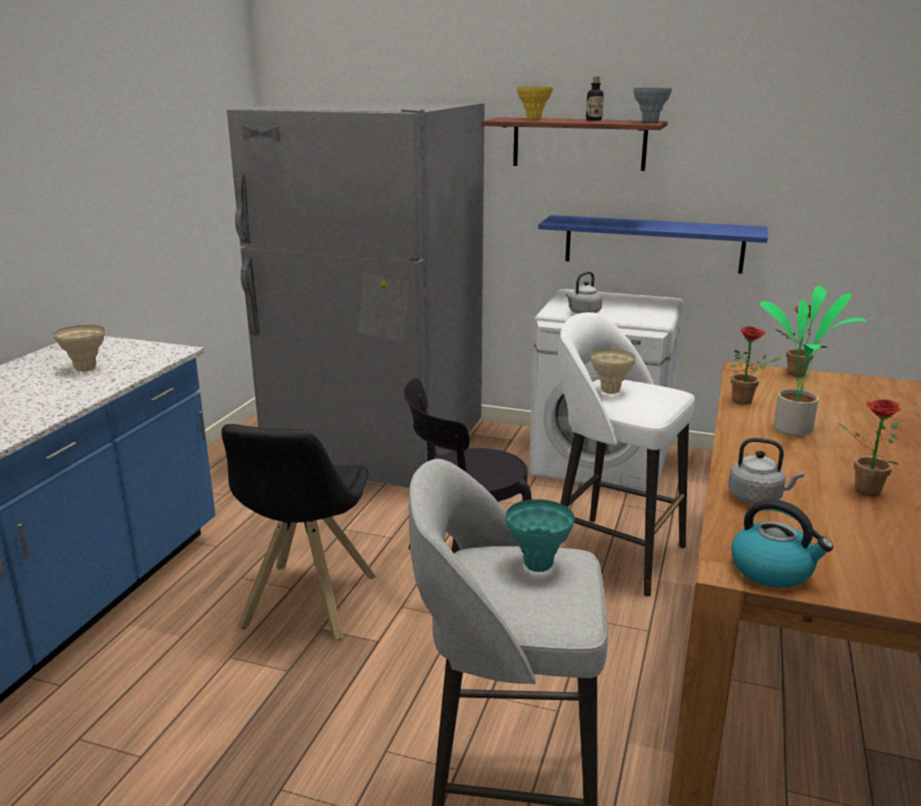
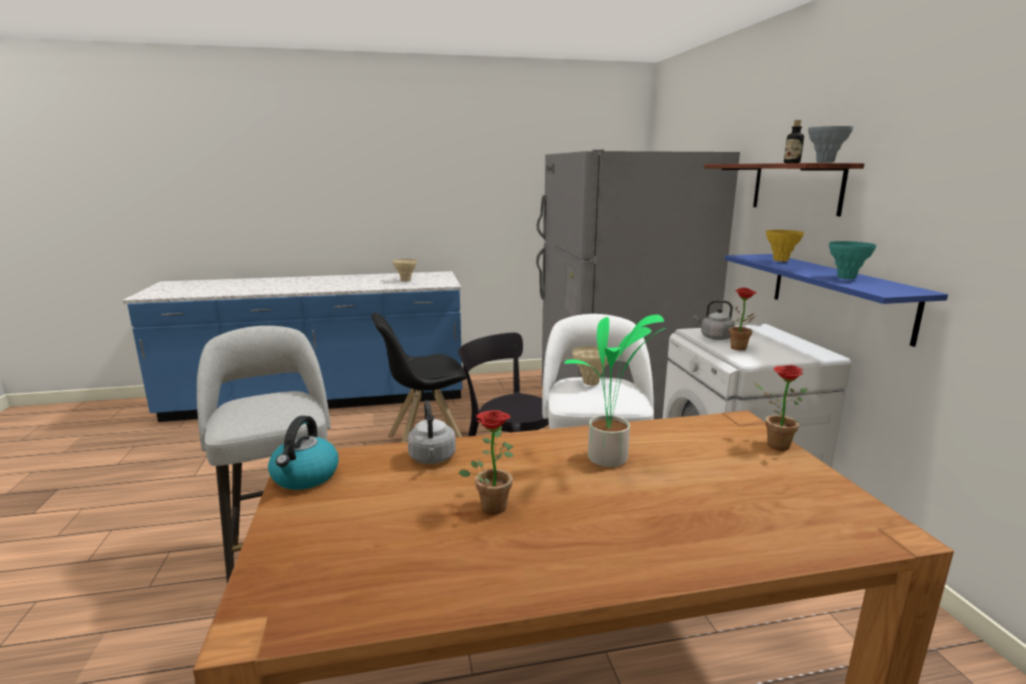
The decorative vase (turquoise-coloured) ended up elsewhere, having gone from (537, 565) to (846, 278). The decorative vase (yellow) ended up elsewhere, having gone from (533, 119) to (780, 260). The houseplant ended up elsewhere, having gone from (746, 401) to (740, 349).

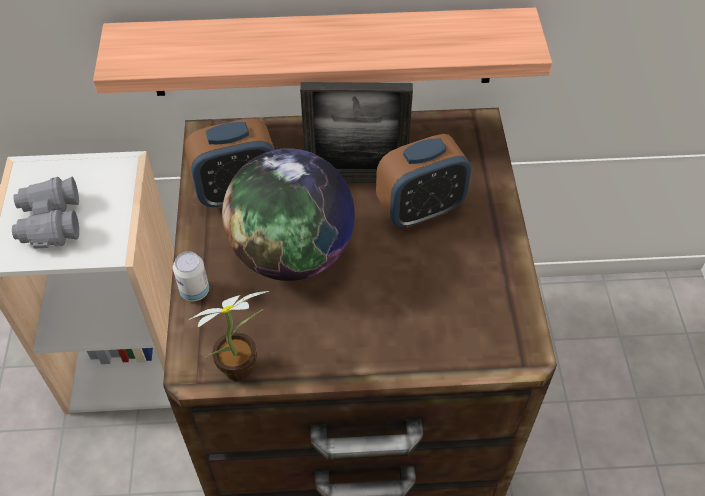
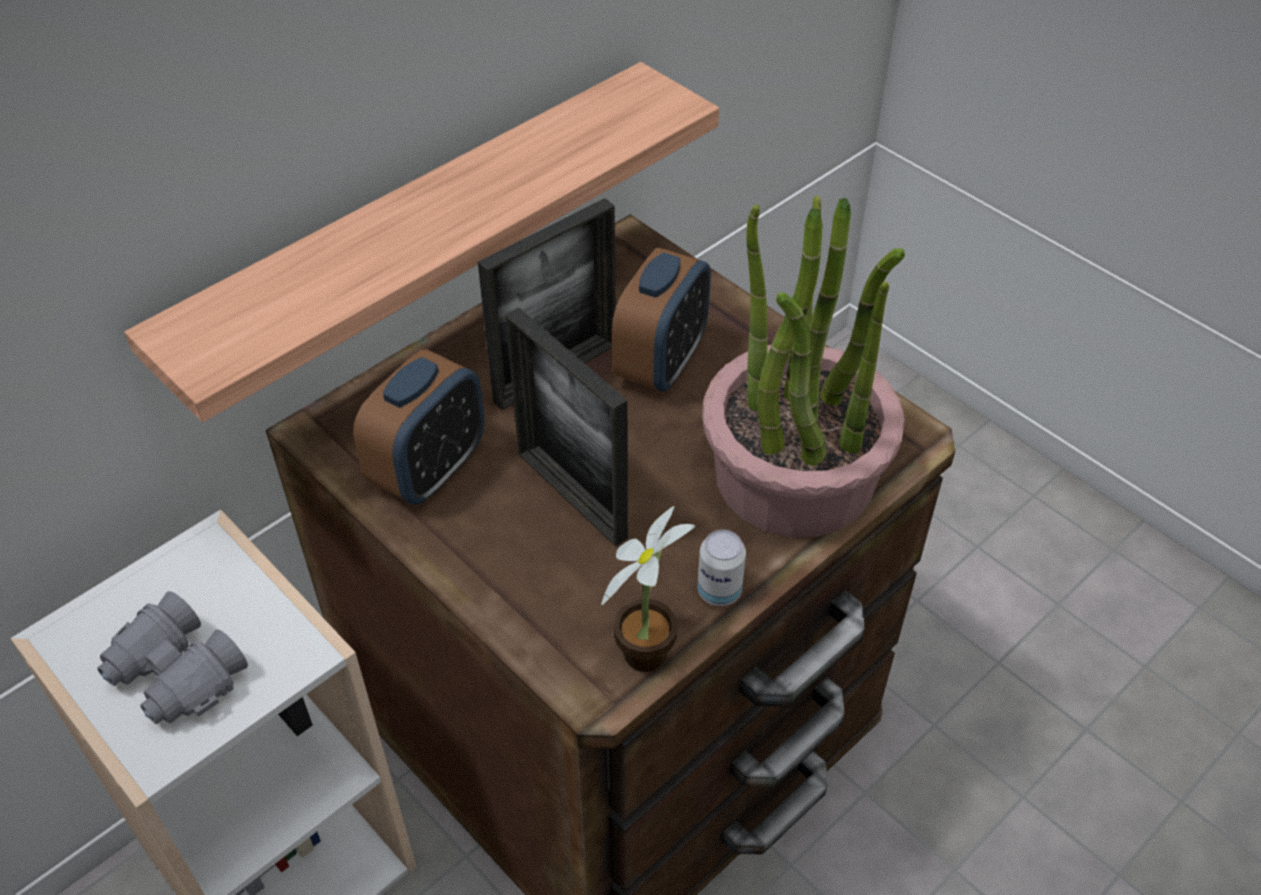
The metal can ended up elsewhere, having gone from (195, 291) to (719, 591). Where the desk globe stood at (292, 254), the picture frame came to stand at (571, 495). The second view gained the houseplant at (793, 476).

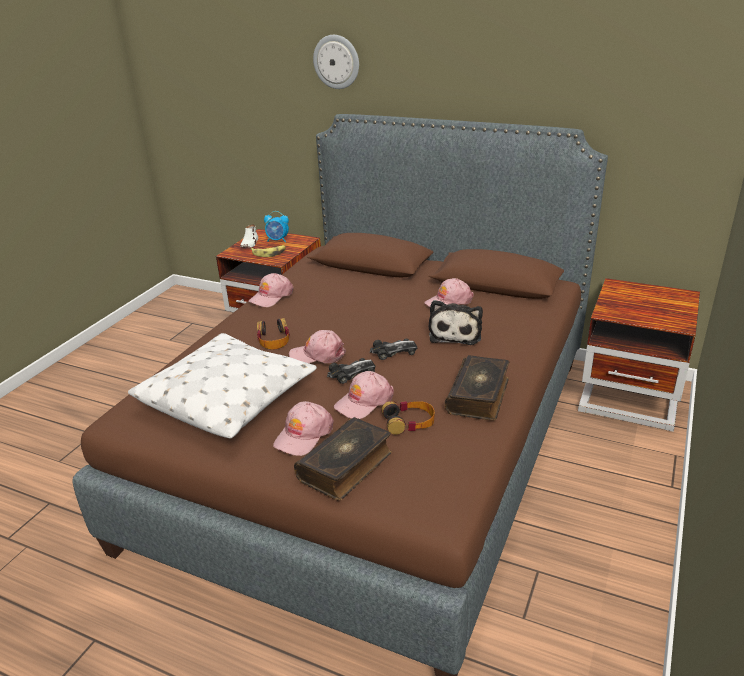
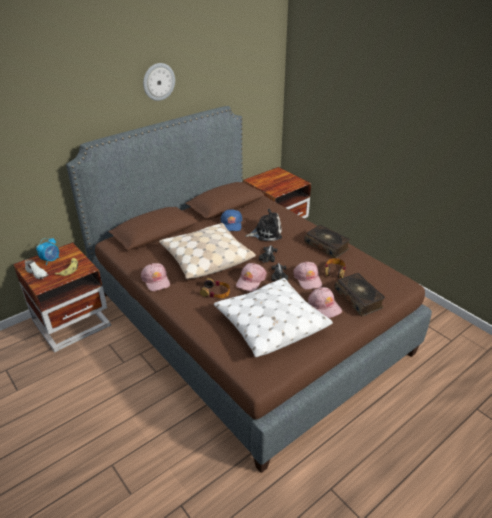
The hanging clock ended up elsewhere, having gone from (336, 62) to (158, 81). What was the cap (pink) at (448, 302) turned into the cap (blue) at (231, 224). The soft toy at (455, 333) ended up facing another way, 45 degrees counterclockwise from before. The second view gained the cushion (beige-coloured) at (206, 258).

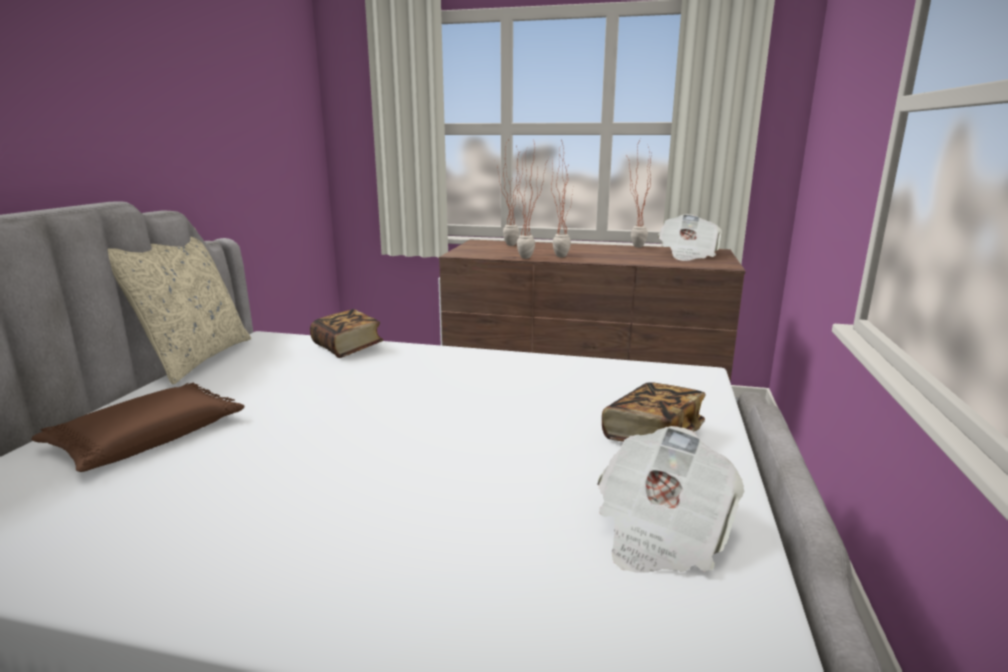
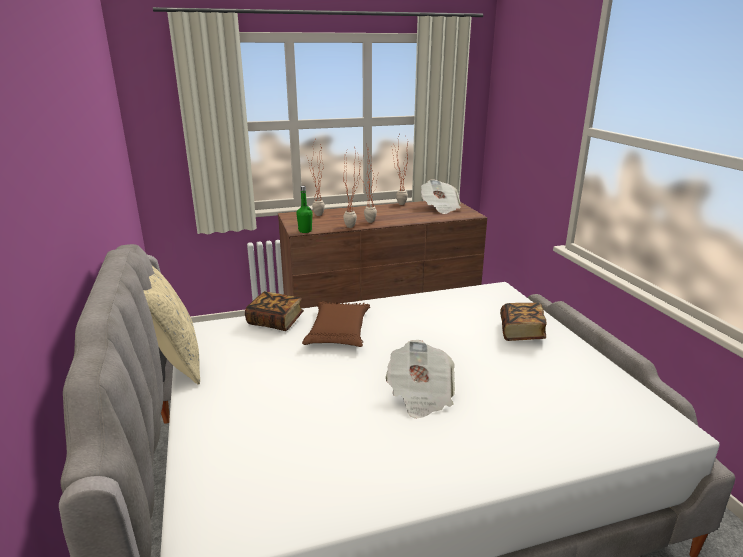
The cushion (brownish) ended up elsewhere, having gone from (147, 434) to (338, 329). The newspaper ended up elsewhere, having gone from (660, 532) to (420, 395). The second view gained the beverage bottle (green-coloured) at (305, 231).

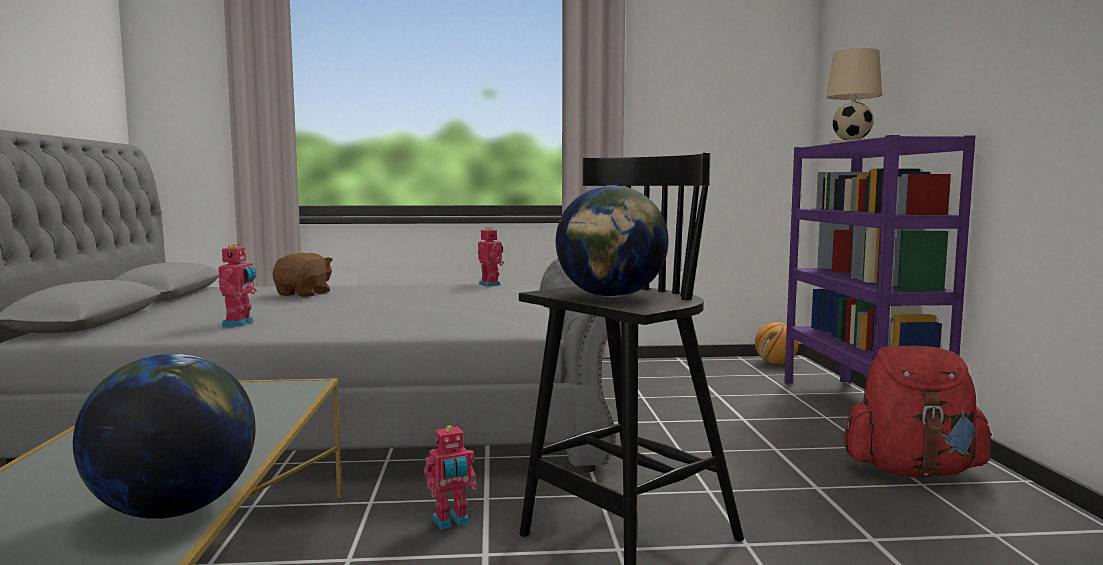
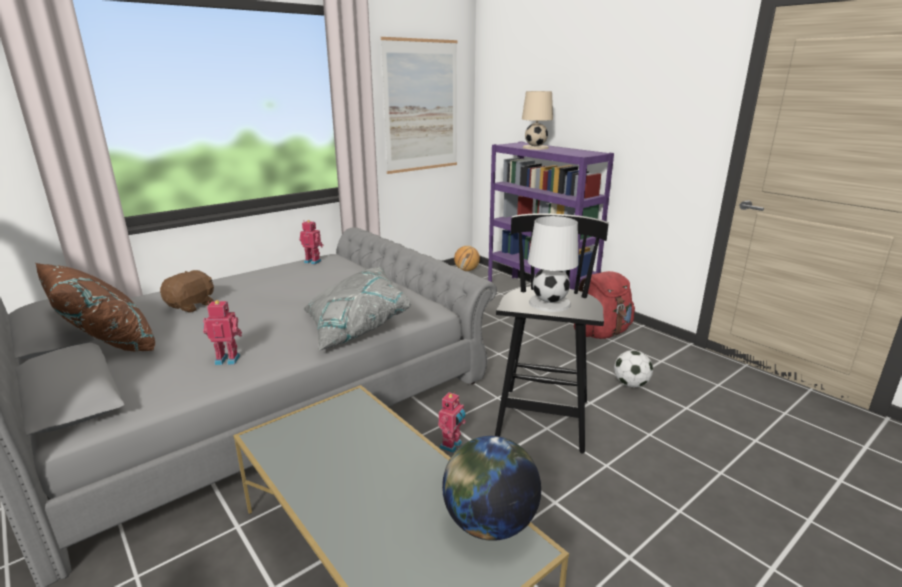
The model robot at (240, 323) ended up facing another way, 60 degrees counterclockwise from before. The soft toy (brownish) at (304, 294) ended up facing another way, 45 degrees clockwise from before. Where the desk globe stood at (611, 296), the tabletop lamp (white) came to stand at (550, 303). The second view gained the cushion (brownish) at (107, 345). The second view gained the cushion (greyish) at (354, 327). The second view gained the picture at (421, 106). The second view gained the football ball at (631, 384).

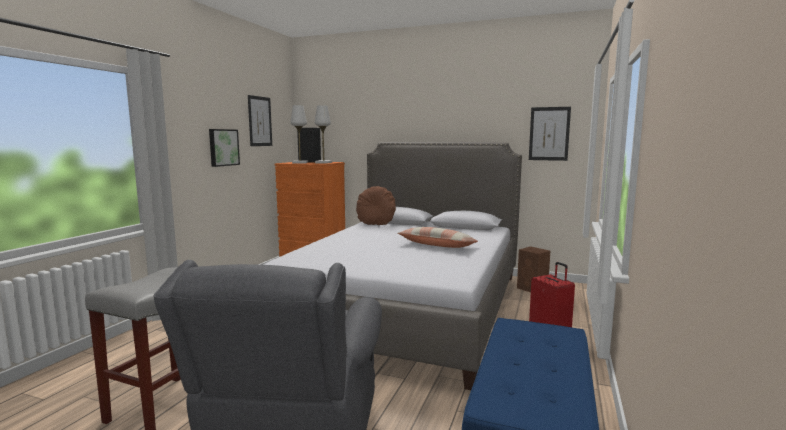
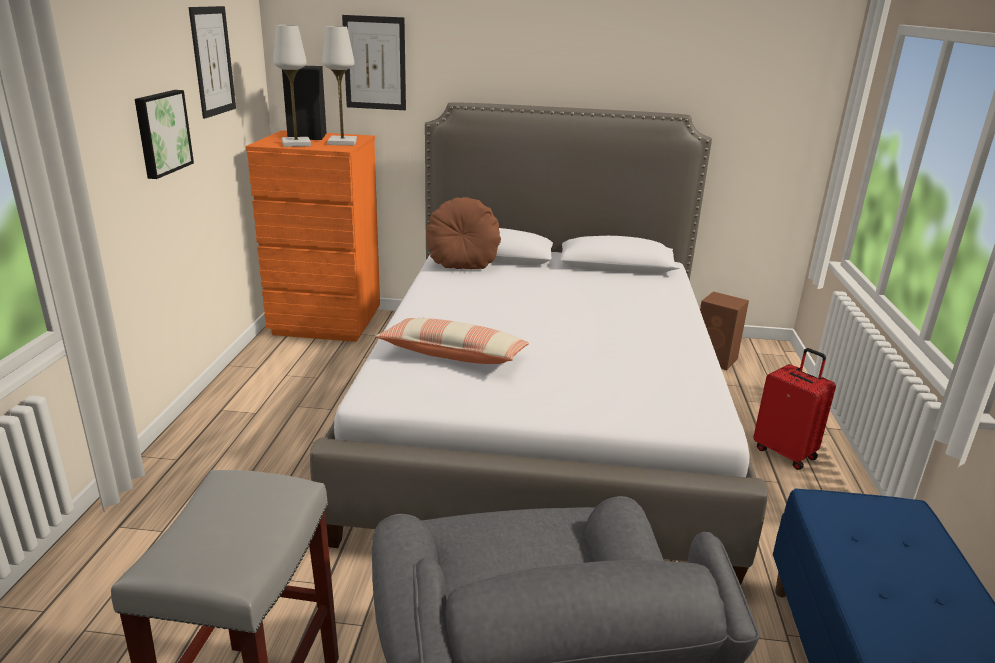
The cushion ended up elsewhere, having gone from (437, 245) to (453, 355). The picture ended up elsewhere, having gone from (549, 133) to (375, 63).

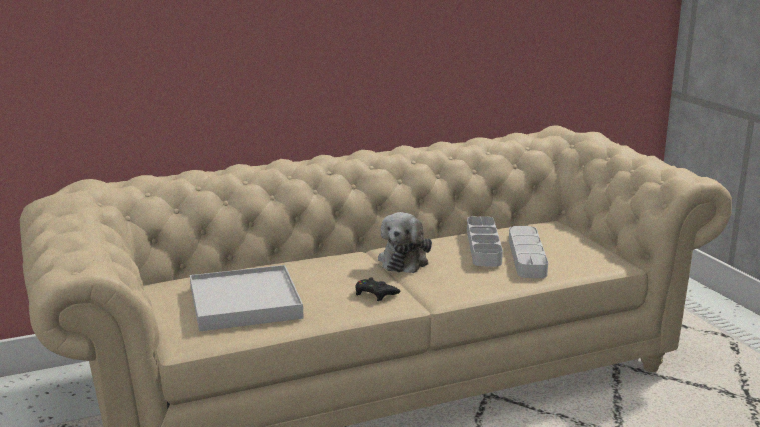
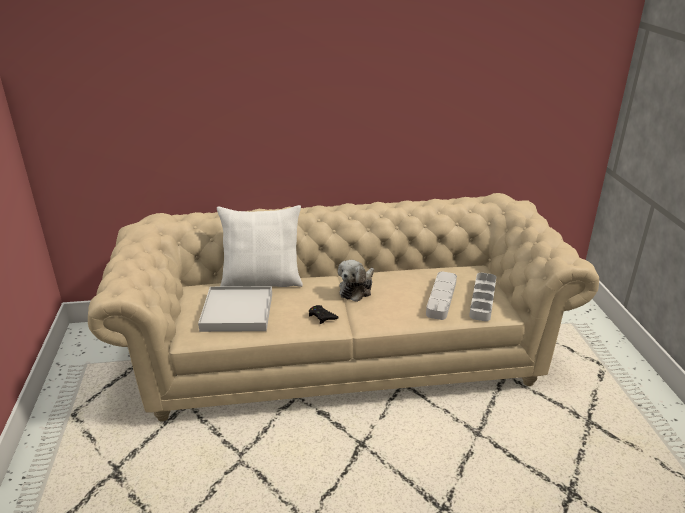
The tray (greyish) ended up elsewhere, having gone from (483, 246) to (482, 299). The second view gained the cushion (white) at (262, 280).

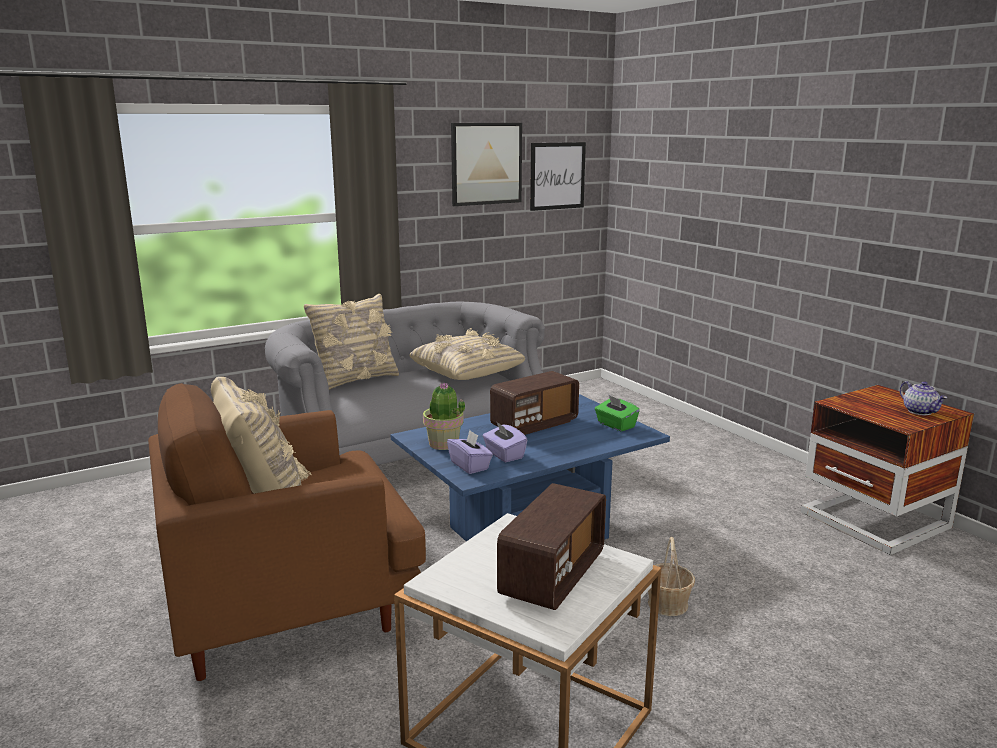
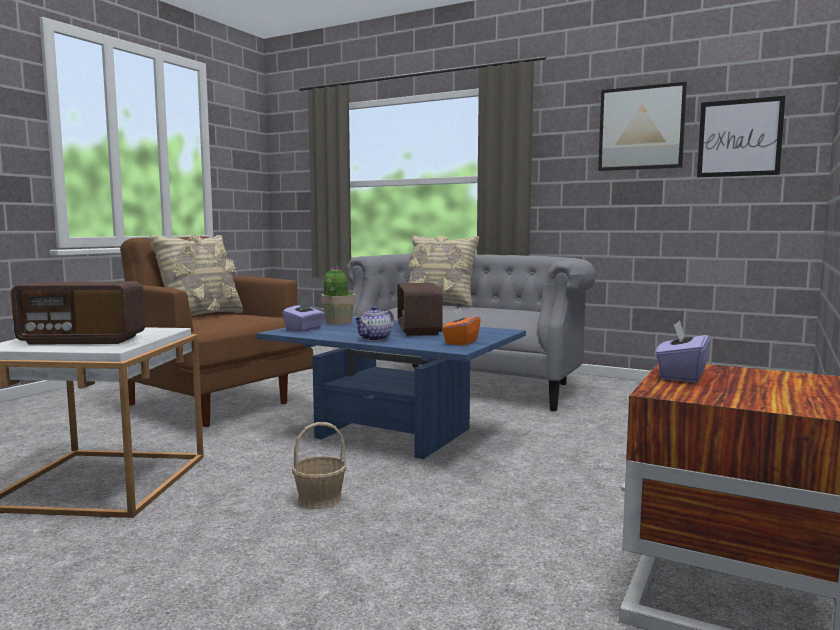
The second view lost the cushion (beige-coloured) at (466, 374). The tissue holder (purple) ended up elsewhere, having gone from (504, 455) to (681, 376). The radio receiver at (534, 424) ended up facing another way, 60 degrees clockwise from before. What was the tissue holder (green-coloured) at (615, 425) turned into the tissue holder (orange-coloured) at (461, 342). The pot for tea ended up elsewhere, having gone from (920, 411) to (375, 339).

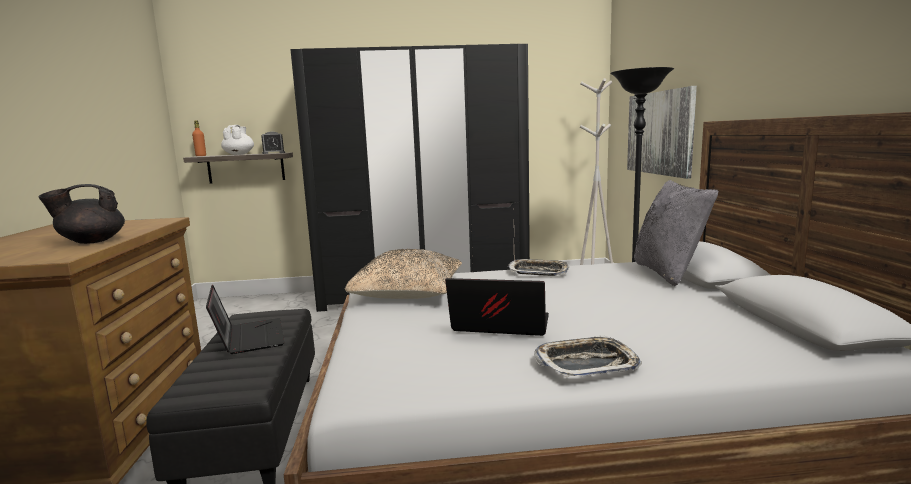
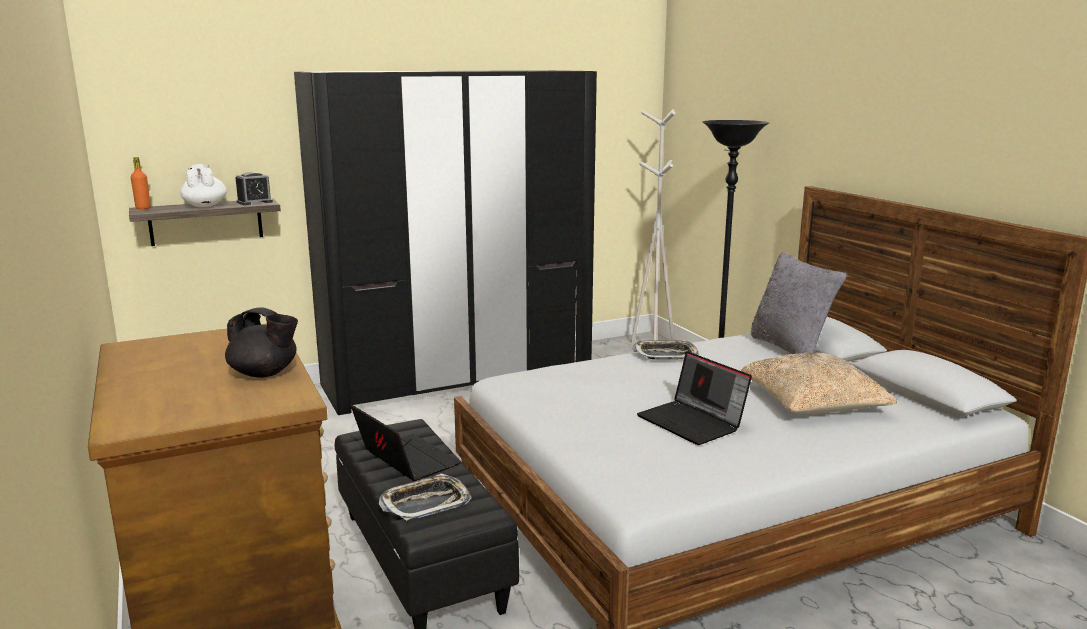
The pot for tea (black) at (91, 241) ended up facing another way, 105 degrees counterclockwise from before. The cushion (beige-coloured) ended up elsewhere, having gone from (407, 291) to (813, 401). The laptop at (498, 327) ended up facing another way, 120 degrees counterclockwise from before. The tray ended up elsewhere, having gone from (586, 363) to (425, 503). The second view lost the picture at (659, 133).

